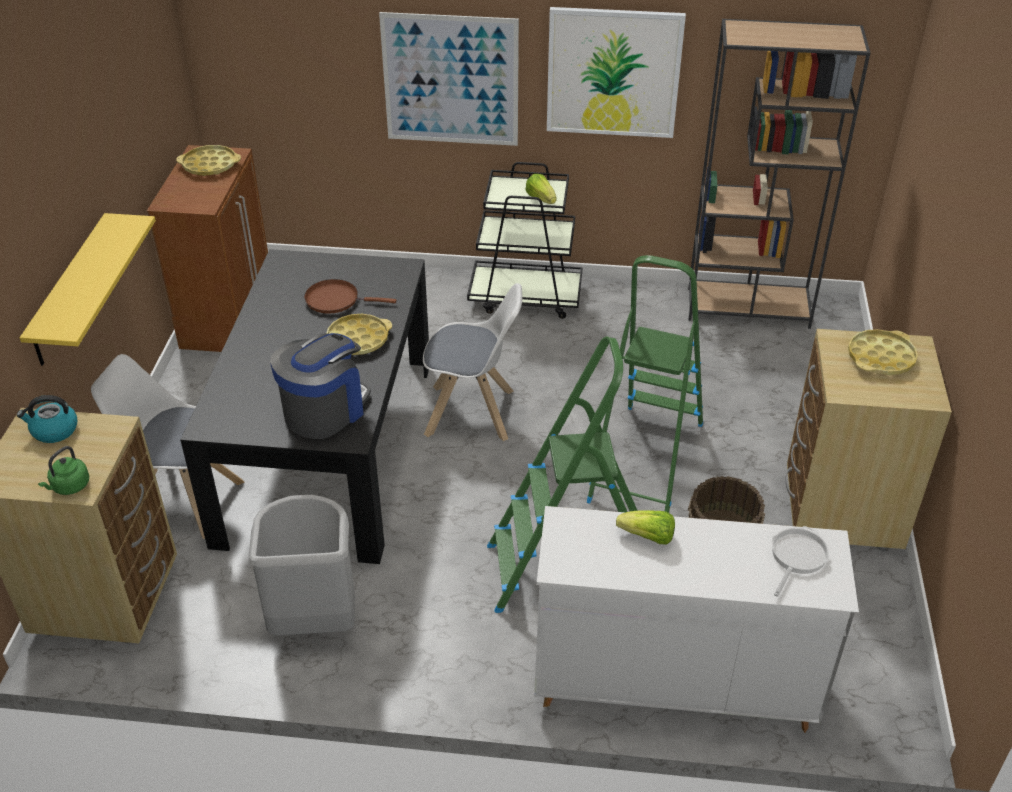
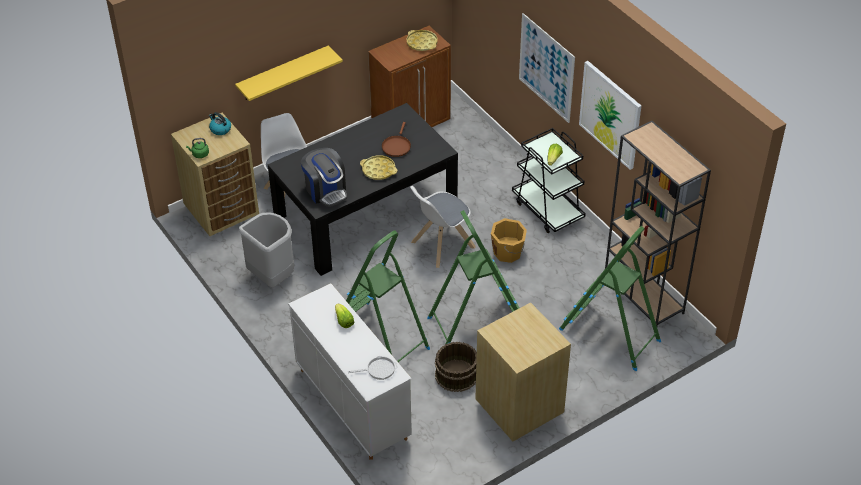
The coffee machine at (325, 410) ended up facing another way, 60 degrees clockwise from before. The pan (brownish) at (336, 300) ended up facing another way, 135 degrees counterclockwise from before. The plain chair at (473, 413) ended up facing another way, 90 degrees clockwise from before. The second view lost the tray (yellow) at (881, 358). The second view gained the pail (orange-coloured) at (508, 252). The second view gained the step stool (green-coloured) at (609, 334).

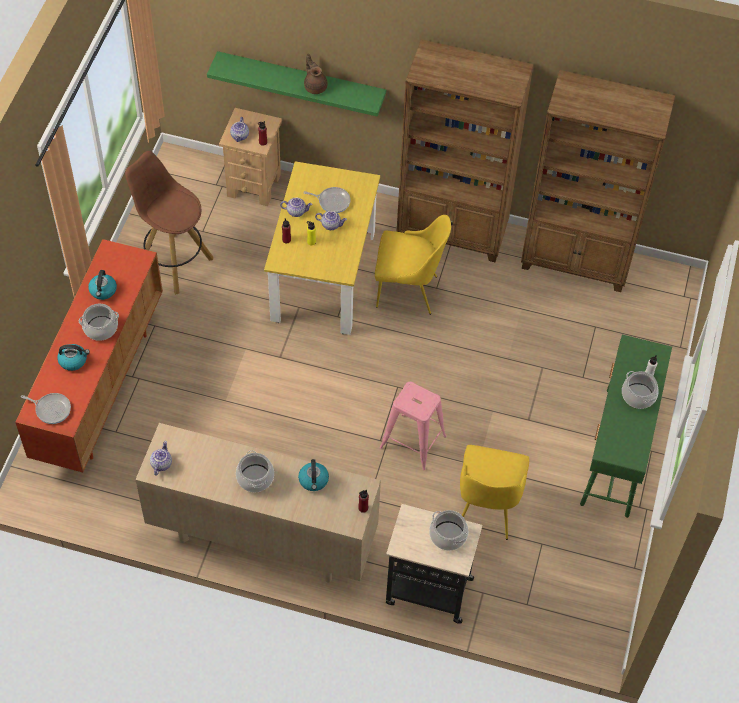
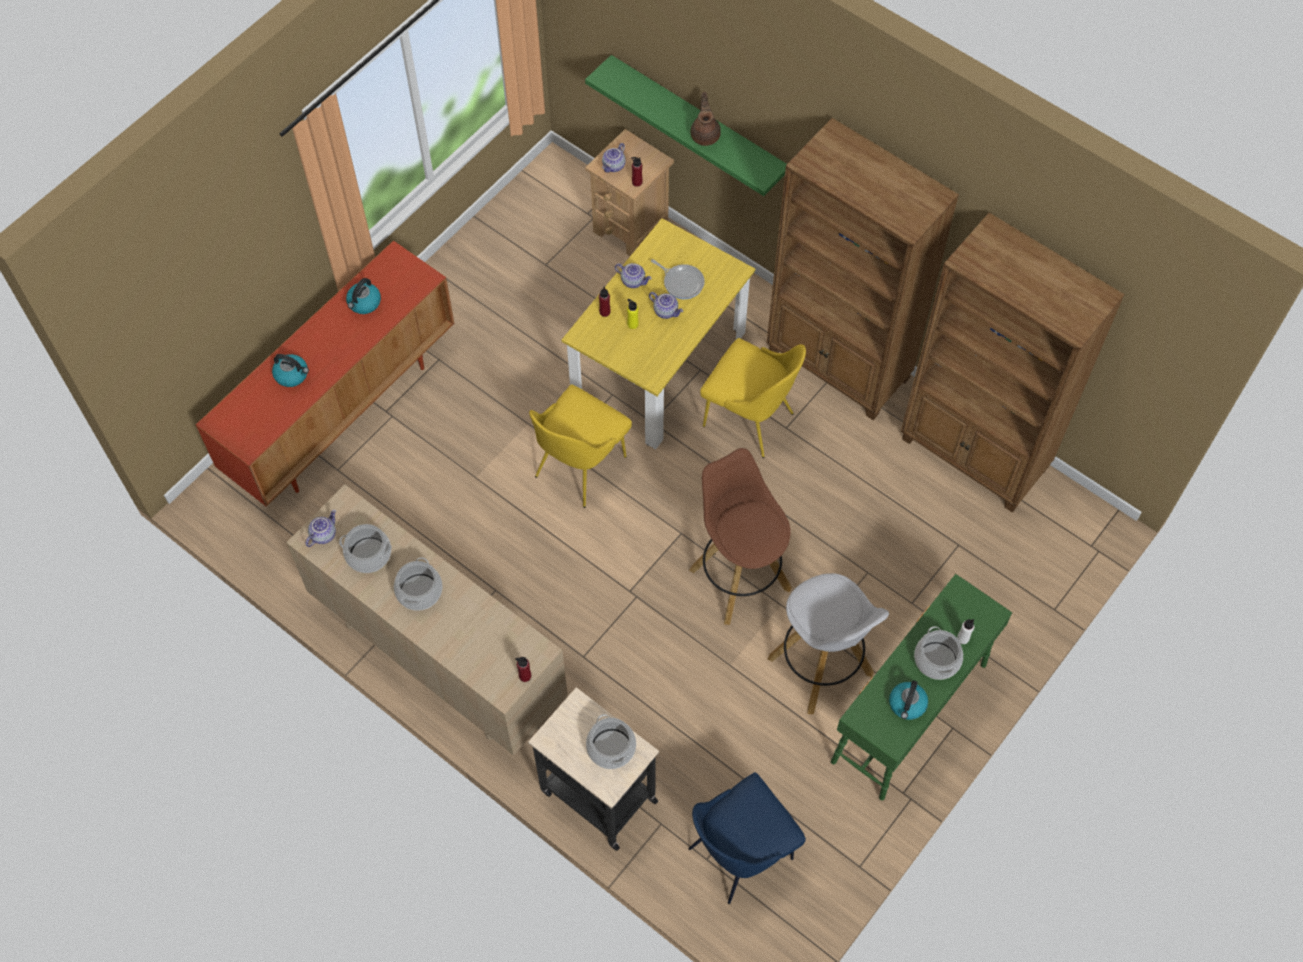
The second view lost the pan at (51, 409). The saucepot ended up elsewhere, having gone from (100, 328) to (368, 555). The sitting stool (brownish) ended up elsewhere, having gone from (174, 263) to (739, 578). The water kettle ended up elsewhere, having gone from (313, 480) to (907, 705). The second view lost the sitting stool (pink) at (413, 442). The plain chair (yellow) ended up elsewhere, having gone from (487, 509) to (580, 467). The second view gained the plain chair (blue) at (740, 854). The second view gained the sitting stool (white) at (821, 667).

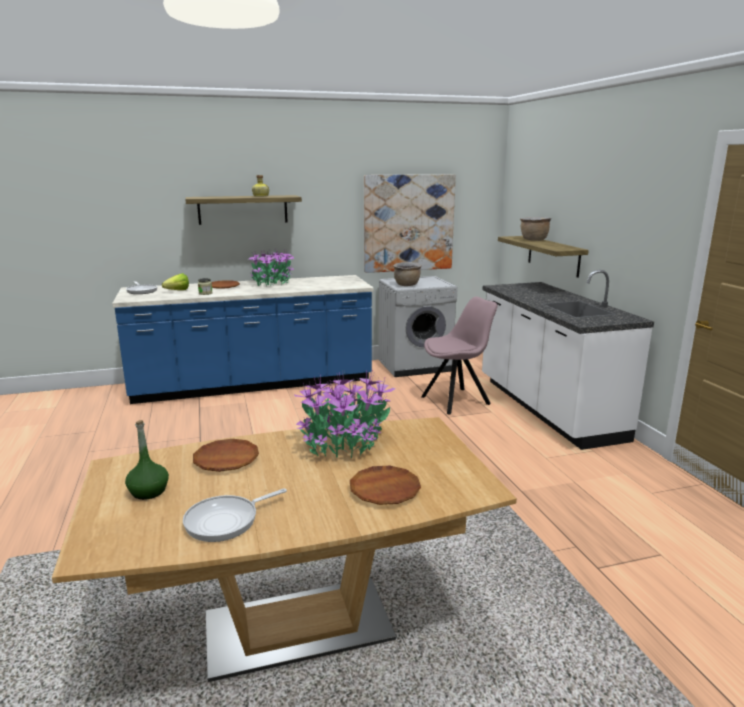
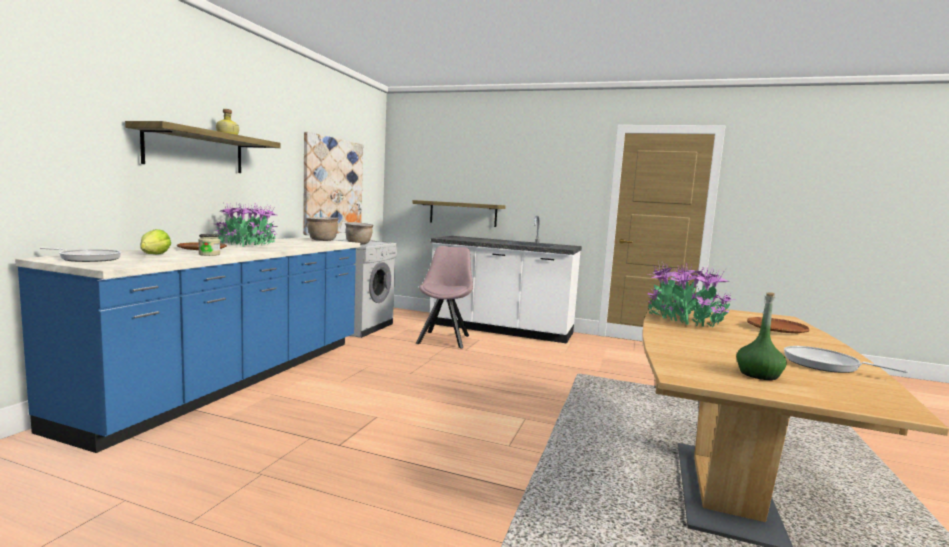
The pan at (226, 521) ended up facing another way, 135 degrees clockwise from before. The second view lost the flat dish (brownish) at (226, 459). The saucepot (brownish) ended up elsewhere, having gone from (533, 240) to (322, 240).

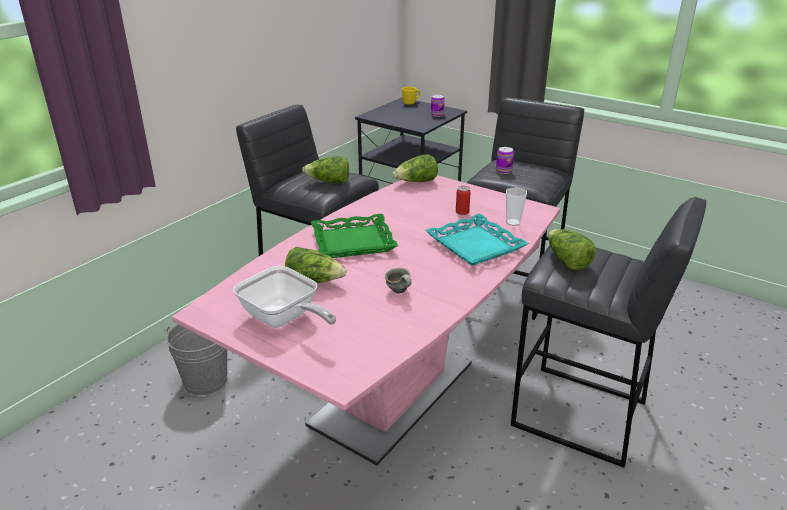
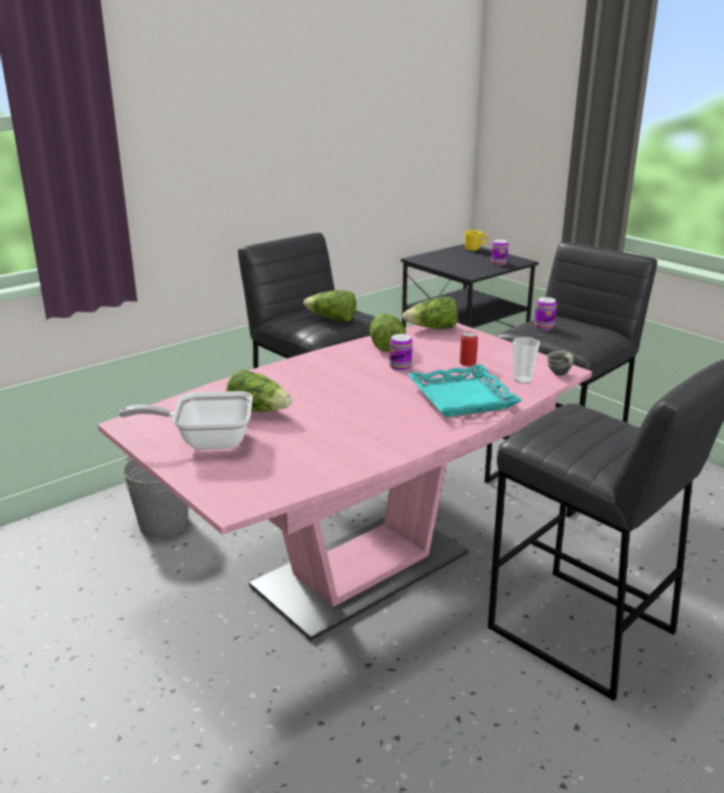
The pan at (283, 319) ended up facing another way, 120 degrees clockwise from before. The second view lost the tray (green-coloured) at (353, 241). The tea mug (greyish) ended up elsewhere, having gone from (398, 292) to (558, 375). The head of lettuce ended up elsewhere, having gone from (566, 261) to (385, 344). The second view gained the metal can at (400, 367).

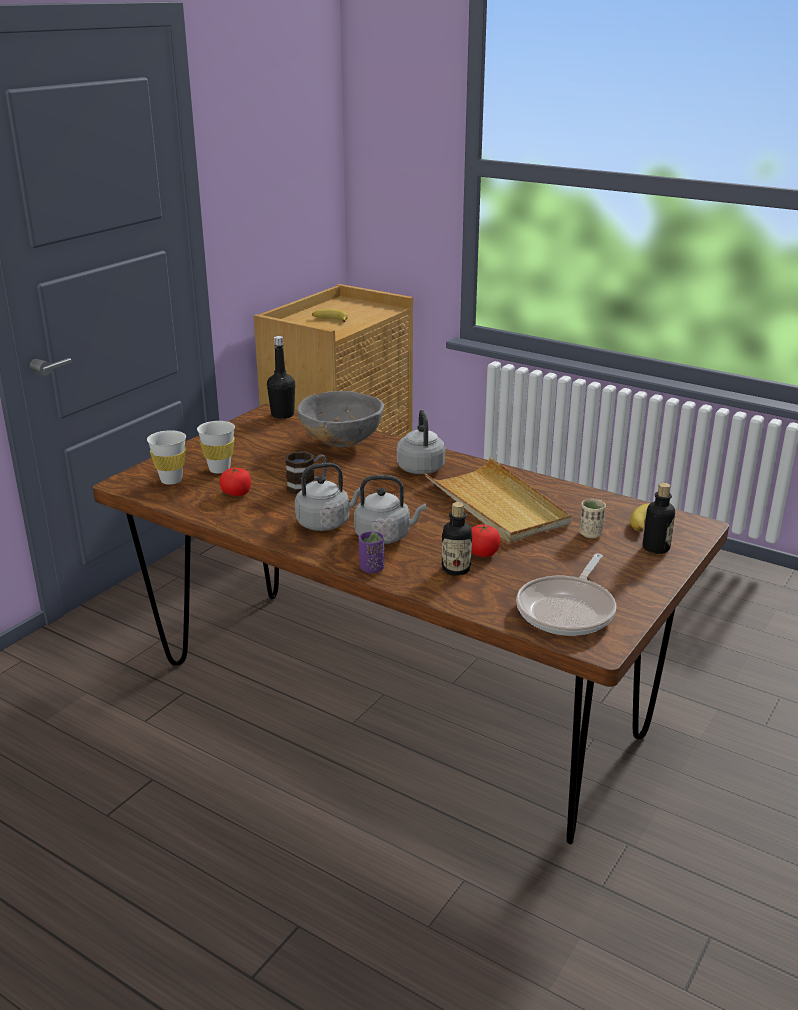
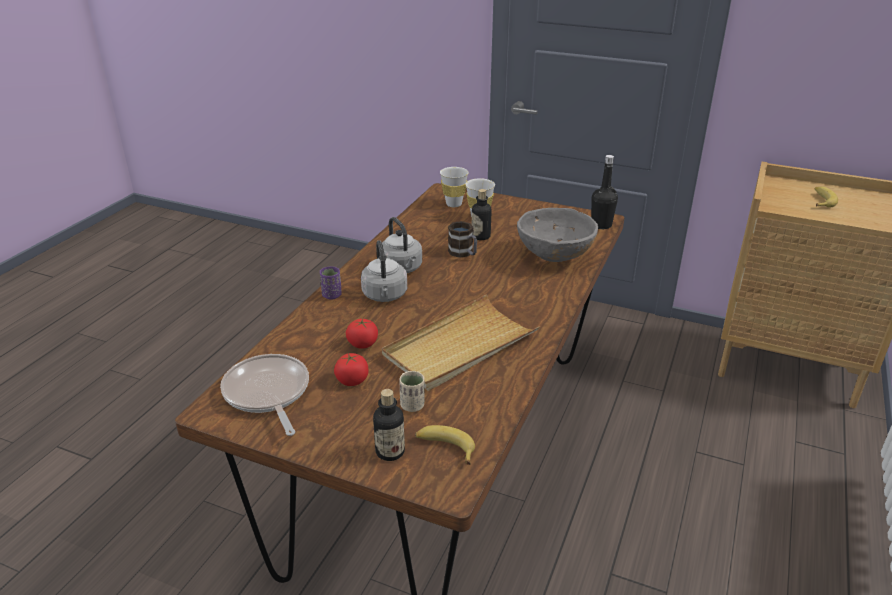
The whole tomato ended up elsewhere, having gone from (236, 493) to (352, 380). The second view lost the water kettle (greyish) at (420, 467). The beverage bottle ended up elsewhere, having gone from (456, 569) to (480, 236). The pan at (568, 610) ended up facing another way, 45 degrees clockwise from before.

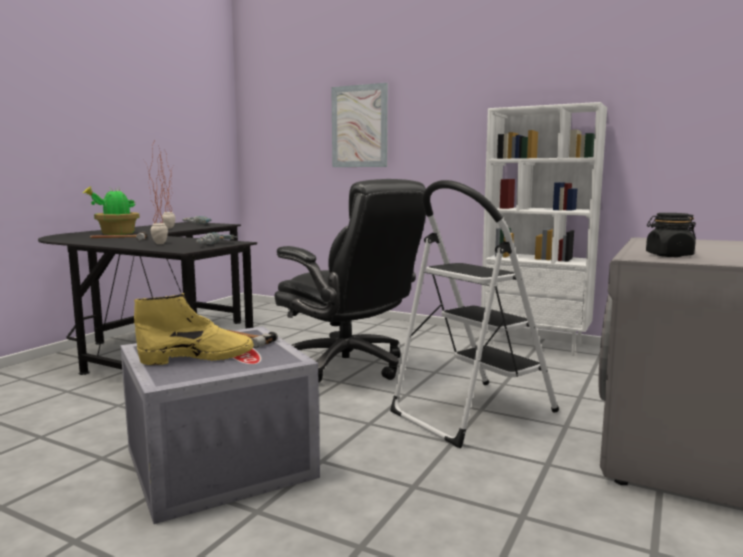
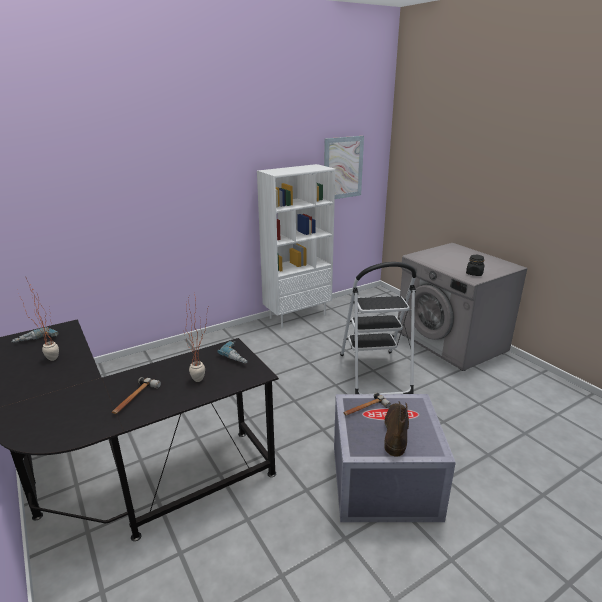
The second view lost the houseplant at (116, 234). What was the high-top boot (yellow) at (199, 357) turned into the high-top boot (brownish) at (396, 431). The second view lost the computer chair (black) at (349, 368). The picture ended up elsewhere, having gone from (359, 126) to (343, 168).

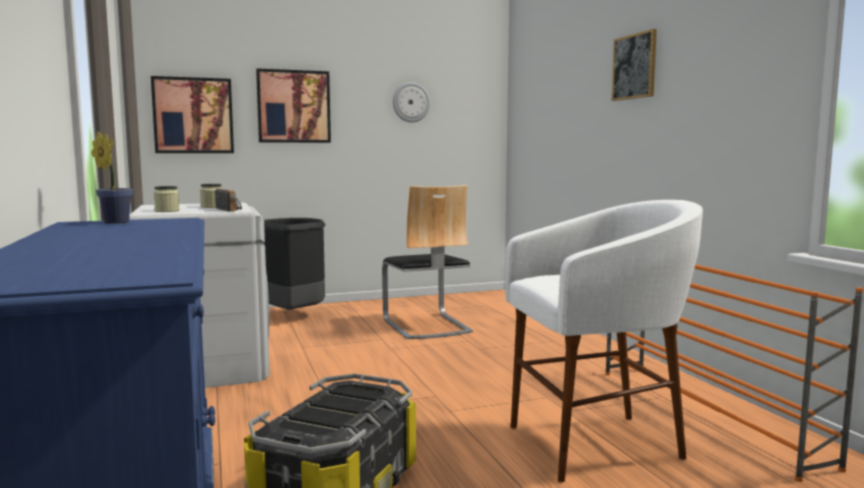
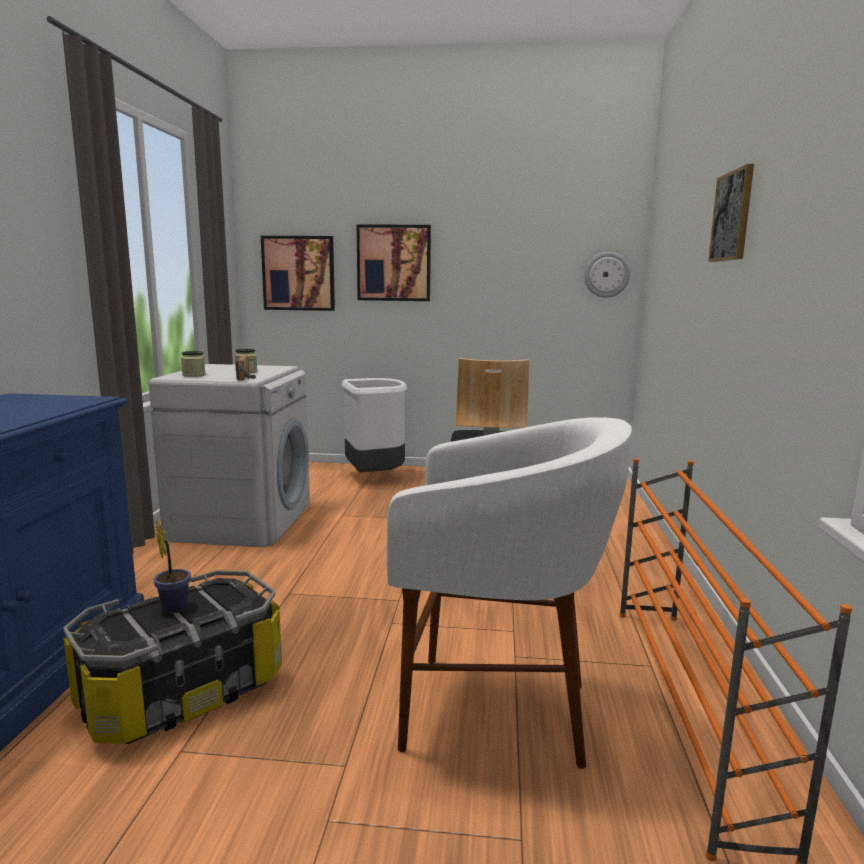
The houseplant ended up elsewhere, having gone from (114, 222) to (174, 606). What was the waste bin (black) at (294, 316) turned into the waste bin (white) at (374, 478). The hanging clock ended up elsewhere, having gone from (411, 102) to (606, 274).

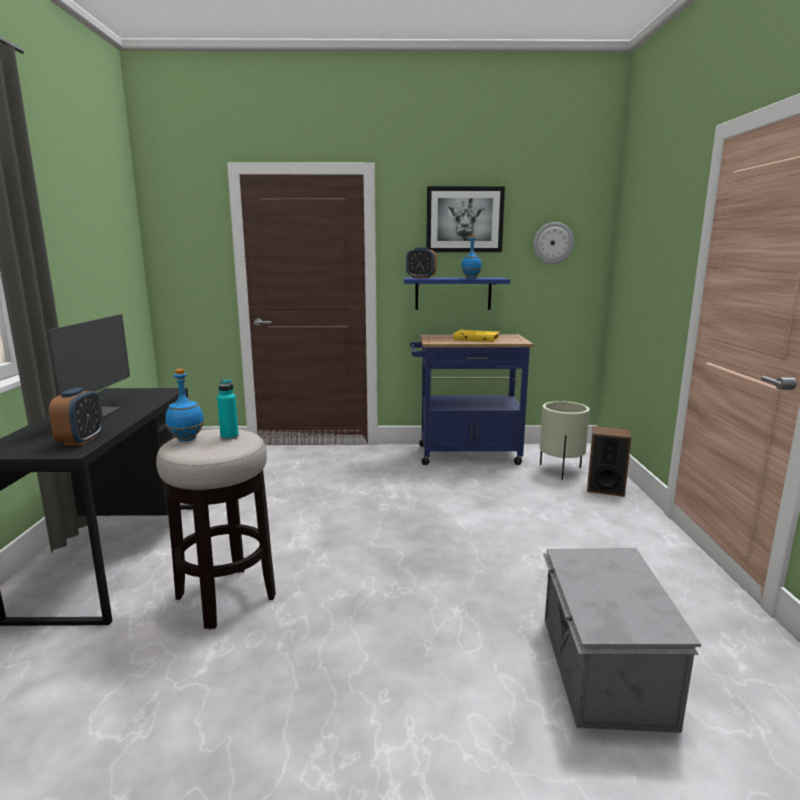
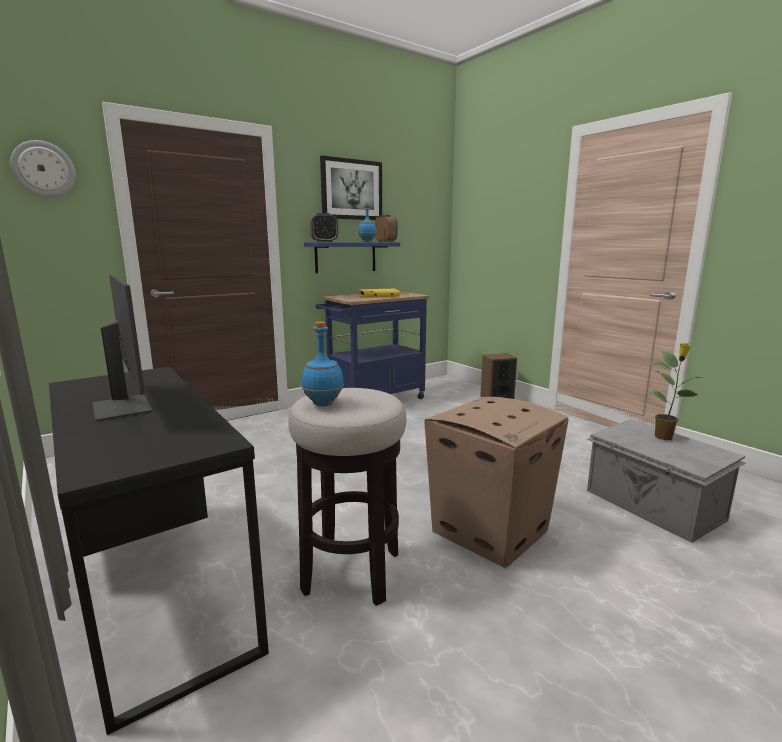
The alarm clock ended up elsewhere, having gone from (81, 440) to (386, 242). The second view lost the beverage bottle (turquoise-coloured) at (229, 437). The hanging clock ended up elsewhere, having gone from (553, 243) to (44, 169). The second view lost the flower pot (beige-coloured) at (561, 470). The second view gained the cardboard box at (491, 531). The second view gained the houseplant at (665, 437).

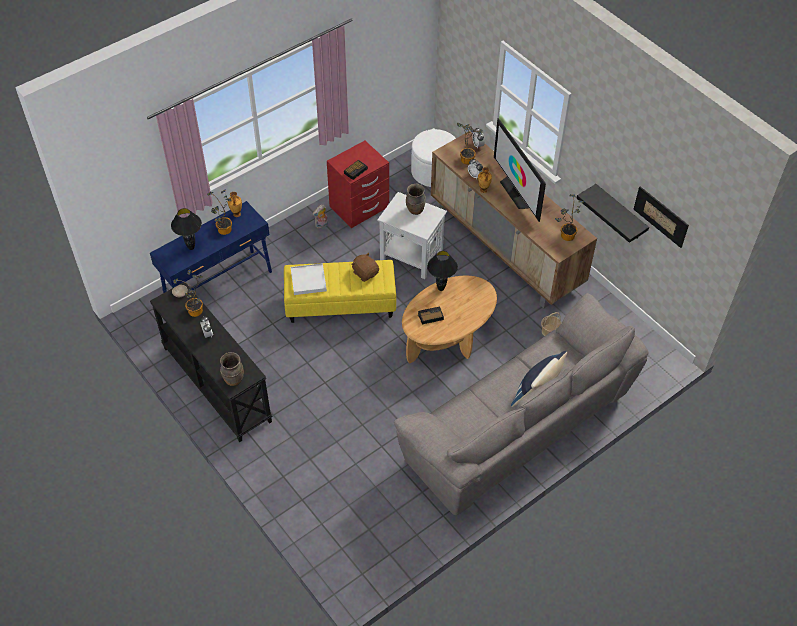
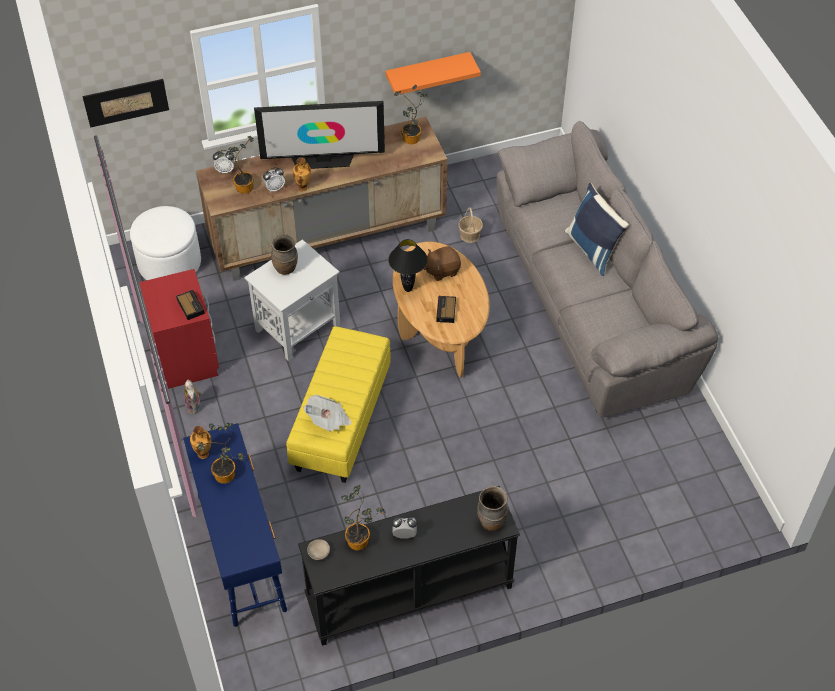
The second view lost the tabletop lamp (black) at (191, 247). Where the tray (white) stood at (308, 280), the newspaper came to stand at (328, 420). The soft toy (brownish) ended up elsewhere, having gone from (365, 273) to (442, 270). What was the shelf (black) at (620, 213) turned into the shelf (orange-coloured) at (427, 72). The picture ended up elsewhere, having gone from (661, 216) to (126, 102).

